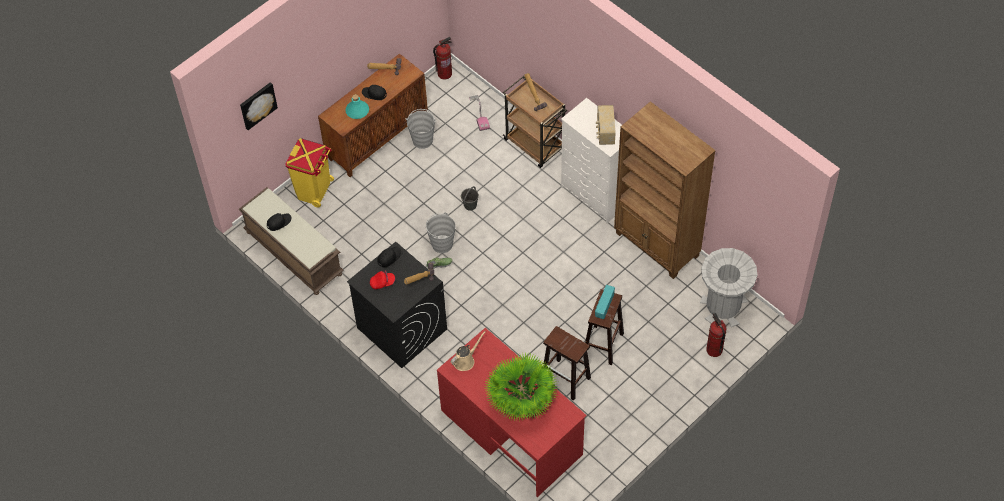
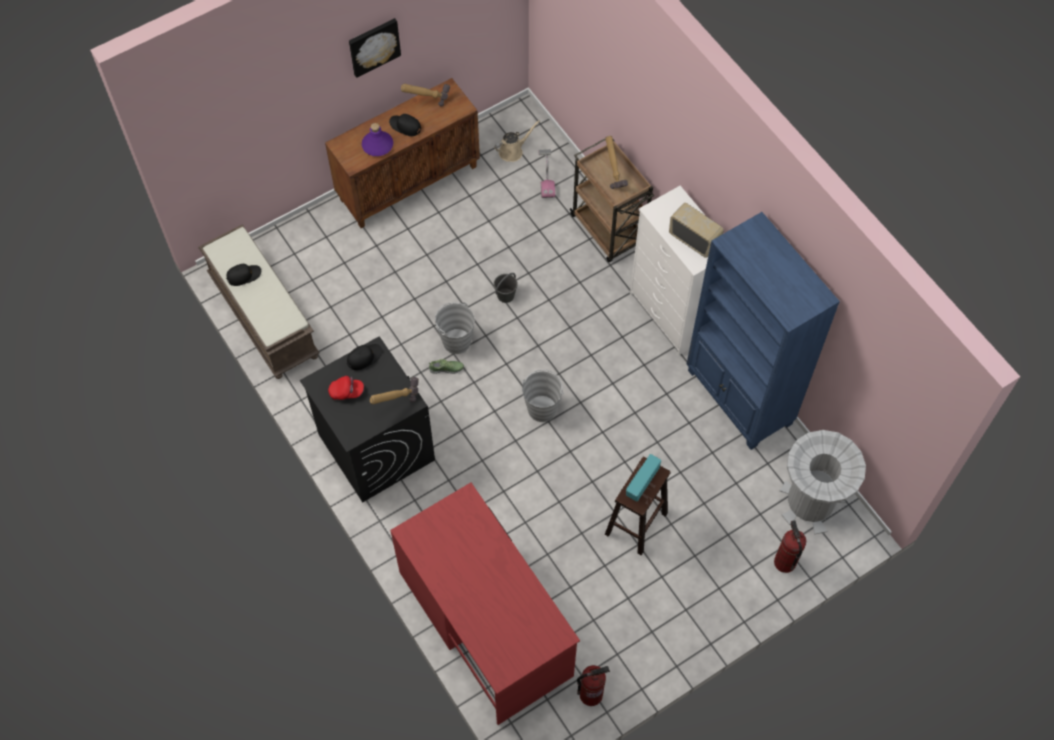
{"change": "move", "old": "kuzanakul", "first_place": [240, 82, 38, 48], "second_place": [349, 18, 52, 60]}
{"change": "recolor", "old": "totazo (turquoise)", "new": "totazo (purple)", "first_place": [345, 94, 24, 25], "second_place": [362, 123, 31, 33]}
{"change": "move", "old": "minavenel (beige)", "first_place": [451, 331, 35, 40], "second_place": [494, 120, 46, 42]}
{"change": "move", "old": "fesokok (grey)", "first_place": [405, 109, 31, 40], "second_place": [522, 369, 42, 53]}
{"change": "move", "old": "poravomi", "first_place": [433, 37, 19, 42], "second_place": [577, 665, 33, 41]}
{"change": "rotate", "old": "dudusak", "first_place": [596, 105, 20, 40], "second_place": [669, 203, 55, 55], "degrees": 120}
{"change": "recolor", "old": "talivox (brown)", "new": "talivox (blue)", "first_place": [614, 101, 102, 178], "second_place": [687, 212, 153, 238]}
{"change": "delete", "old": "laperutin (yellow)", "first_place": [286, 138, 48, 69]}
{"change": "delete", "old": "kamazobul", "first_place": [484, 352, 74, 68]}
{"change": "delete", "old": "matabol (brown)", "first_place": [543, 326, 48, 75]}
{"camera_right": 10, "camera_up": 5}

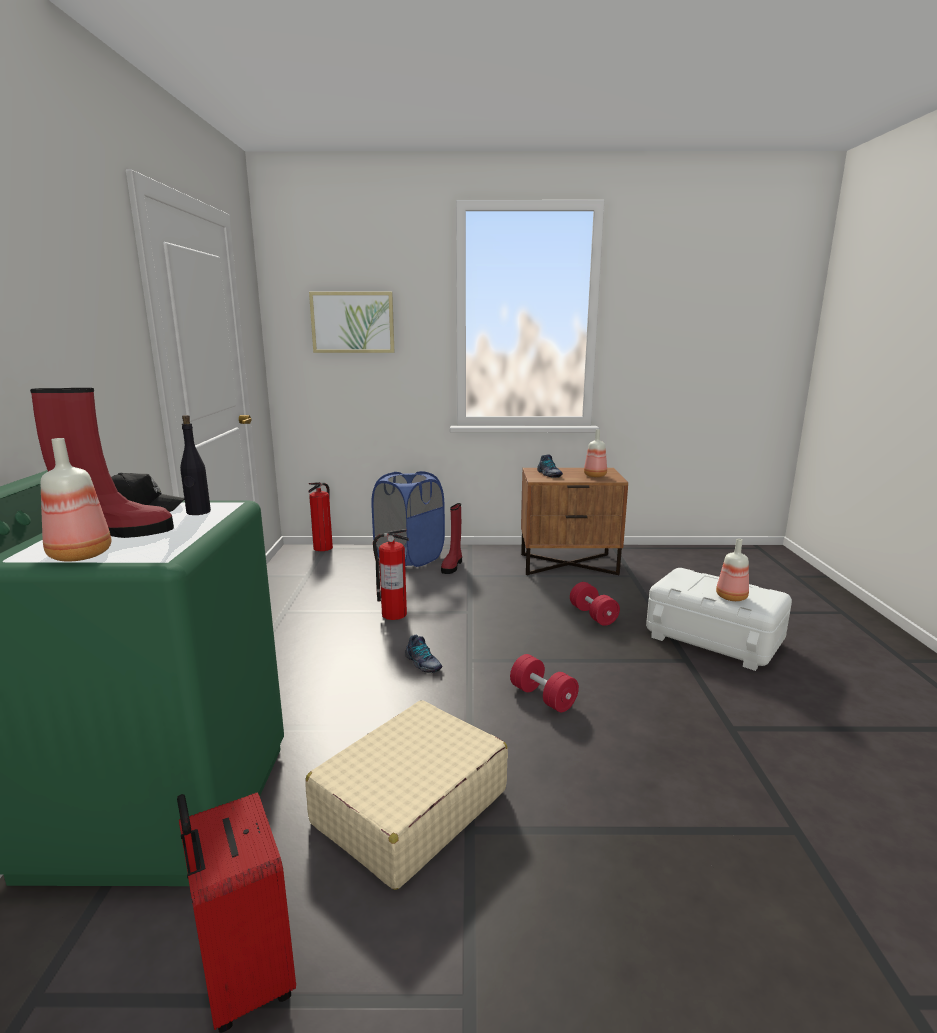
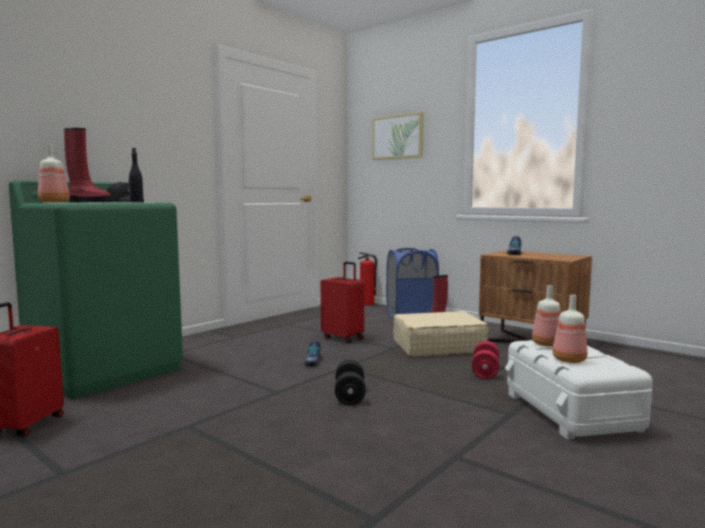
{"change": "replace", "old": "poravomi", "new": "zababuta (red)", "first_place": [373, 529, 36, 91], "second_place": [321, 262, 43, 82]}
{"change": "recolor", "old": "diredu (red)", "new": "diredu (black)", "first_place": [510, 654, 69, 58], "second_place": [335, 359, 31, 46]}
{"change": "move", "old": "zababuta (beige)", "first_place": [305, 700, 203, 190], "second_place": [394, 311, 95, 46]}
{"change": "move", "old": "totazo", "first_place": [584, 429, 23, 48], "second_place": [532, 285, 29, 62]}
{"camera_right": 40, "camera_up": -10}

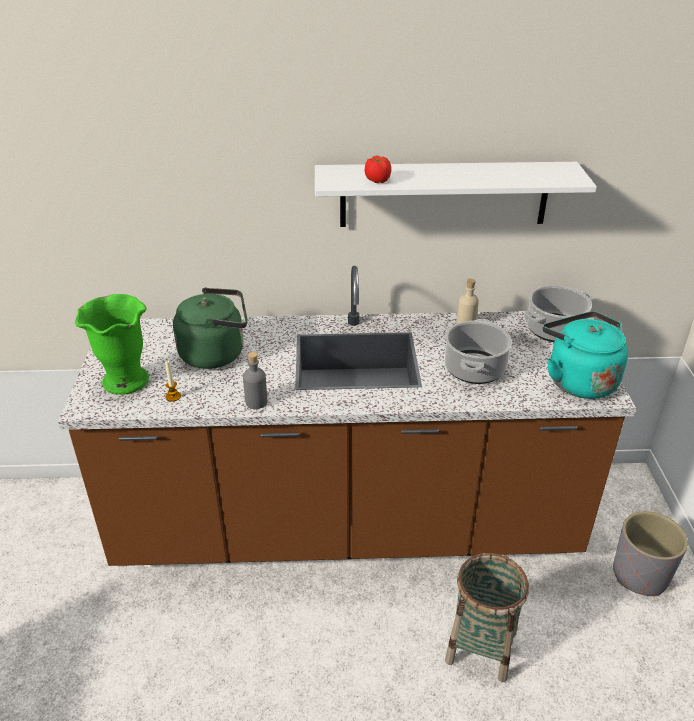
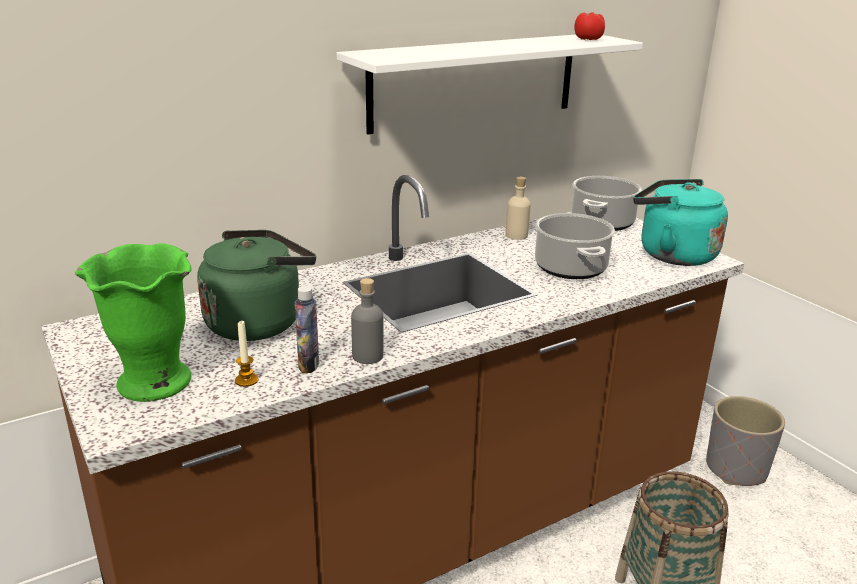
{"change": "insert", "new": "totazo", "second_place": [294, 286, 25, 87]}
{"change": "move", "old": "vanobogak", "first_place": [365, 156, 26, 27], "second_place": [574, 12, 31, 28]}
{"camera_right": -30, "camera_up": -10}

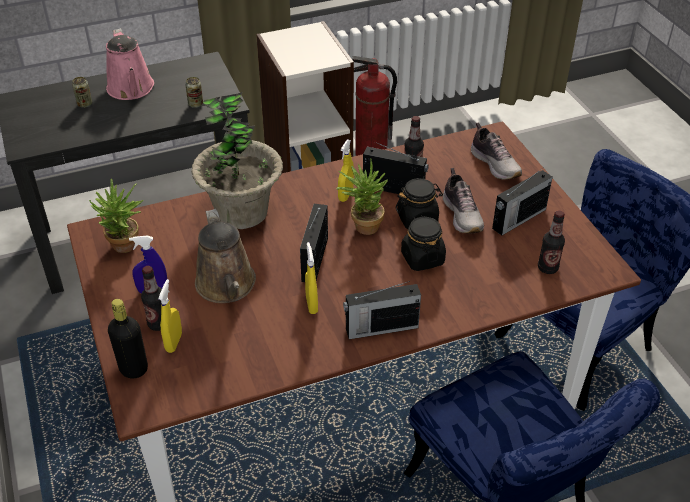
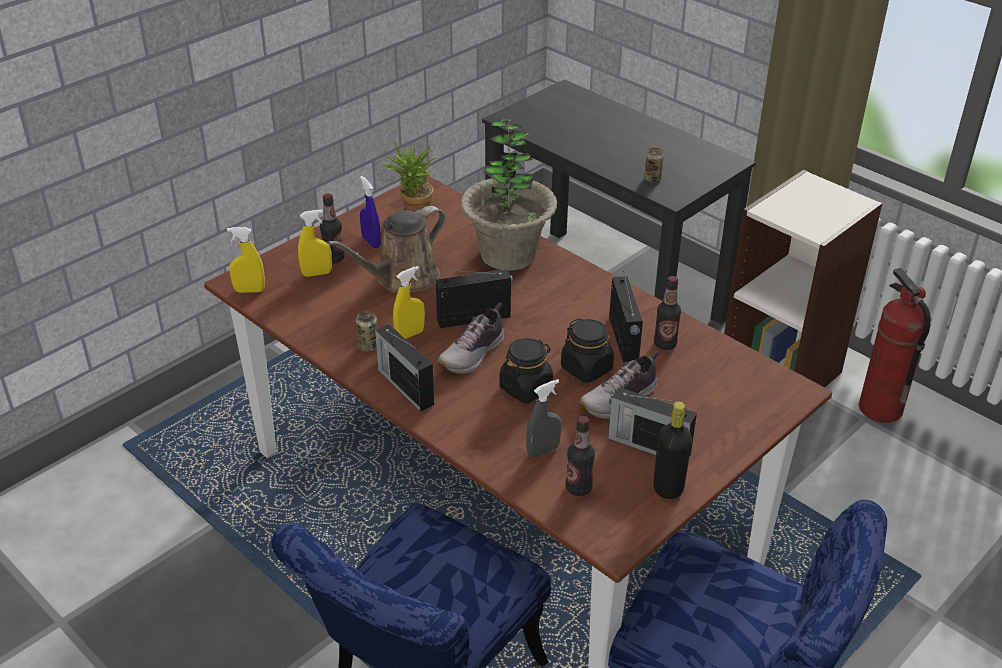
{"change": "move", "old": "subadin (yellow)", "first_place": [338, 139, 16, 63], "second_place": [227, 227, 38, 66]}
{"change": "move", "old": "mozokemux", "first_place": [72, 77, 20, 31], "second_place": [356, 311, 22, 41]}
{"change": "move", "old": "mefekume", "first_place": [471, 122, 51, 58], "second_place": [437, 303, 67, 71]}
{"change": "insert", "new": "subadin (grey)", "second_place": [526, 379, 35, 79]}
{"change": "move", "old": "totazo (black)", "first_place": [108, 299, 40, 80], "second_place": [653, 401, 39, 98]}
{"change": "delete", "old": "minavenel (pink)", "first_place": [106, 28, 48, 72]}
{"change": "delete", "old": "kamazobul", "first_place": [336, 159, 52, 76]}
{"camera_right": 65, "camera_up": -5}

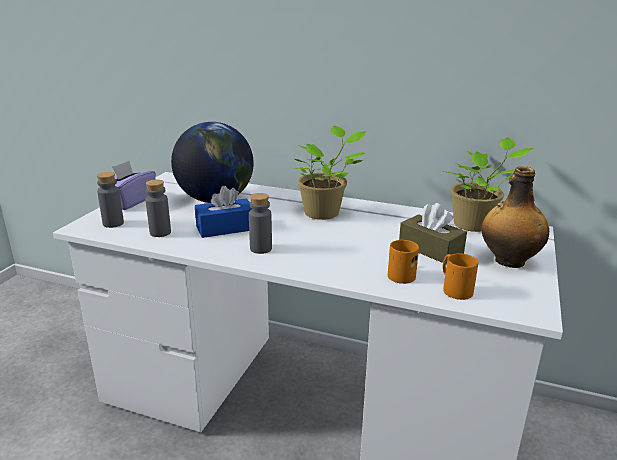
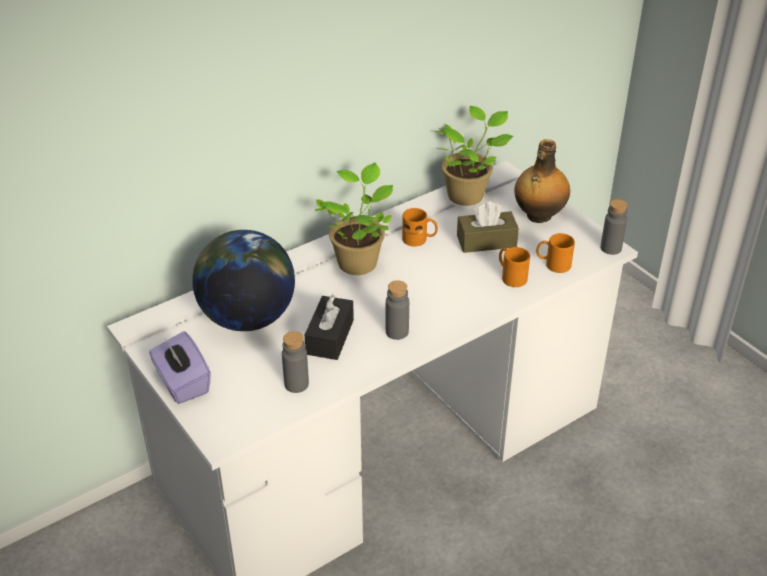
{"change": "recolor", "old": "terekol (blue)", "new": "terekol (black)", "first_place": [195, 186, 57, 52], "second_place": [305, 293, 49, 67]}
{"change": "insert", "new": "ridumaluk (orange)", "second_place": [402, 208, 36, 38]}
{"change": "move", "old": "totazo (grey)", "first_place": [97, 172, 27, 56], "second_place": [601, 199, 27, 56]}
{"camera_right": -55, "camera_up": 15}

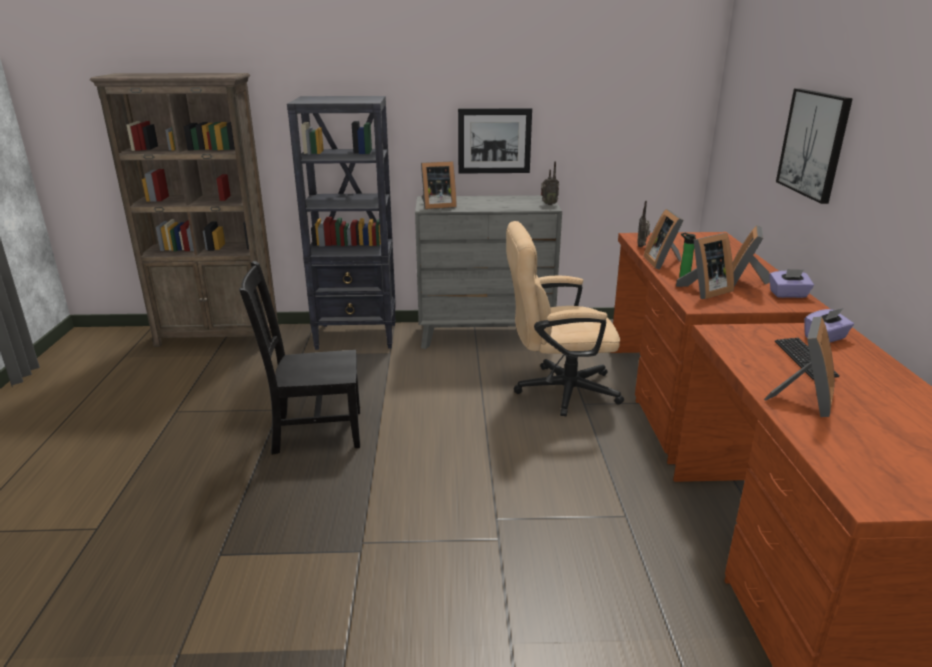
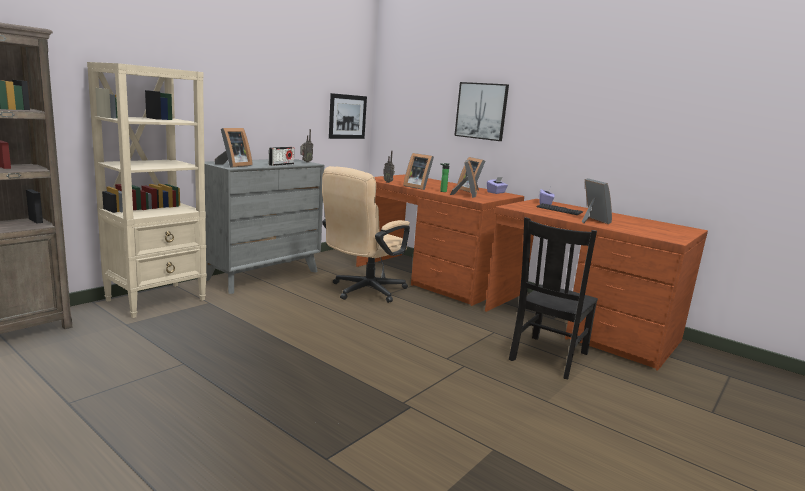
{"change": "recolor", "old": "talivox (black)", "new": "talivox (beige)", "first_place": [287, 96, 109, 254], "second_place": [87, 62, 120, 256]}
{"change": "insert", "new": "dudusak", "second_place": [269, 147, 25, 19]}
{"change": "move", "old": "kuzanakul", "first_place": [458, 108, 74, 66], "second_place": [329, 93, 38, 46]}
{"change": "move", "old": "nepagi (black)", "first_place": [239, 261, 121, 194], "second_place": [509, 217, 89, 162]}
{"camera_right": -50, "camera_up": -10}

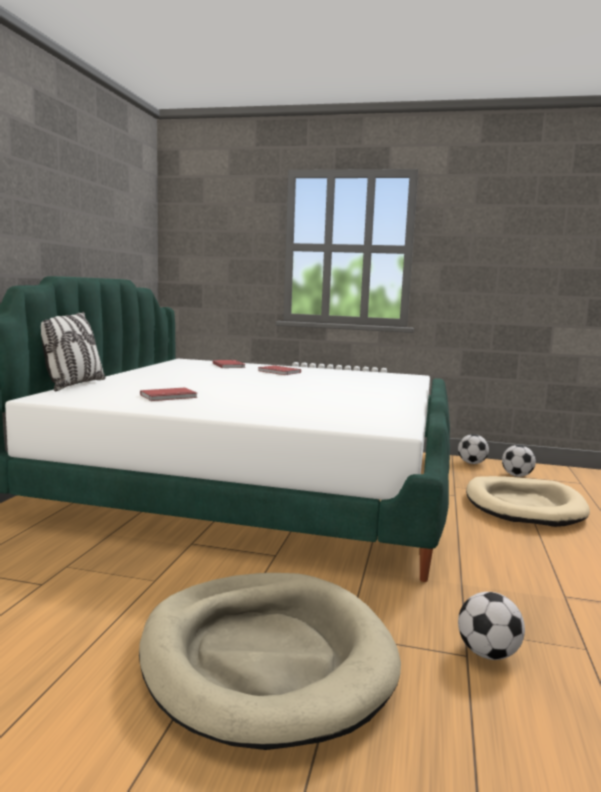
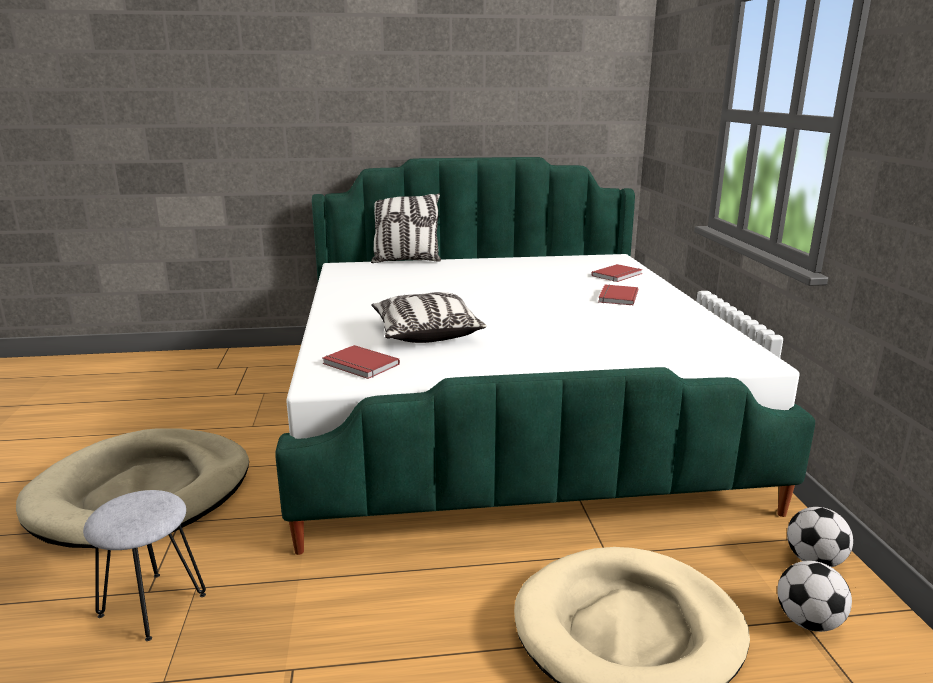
{"change": "replace", "old": "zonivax", "new": "matabol (grey)", "first_place": [458, 592, 67, 68], "second_place": [83, 490, 123, 151]}
{"change": "move", "old": "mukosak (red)", "first_place": [140, 387, 58, 14], "second_place": [323, 345, 77, 34]}
{"change": "insert", "new": "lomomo", "second_place": [372, 292, 114, 51]}
{"camera_right": 70, "camera_up": 10}

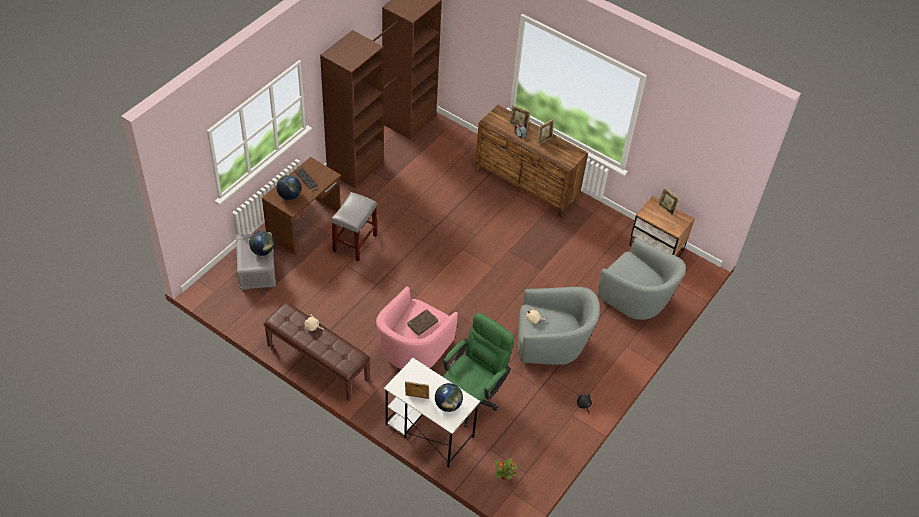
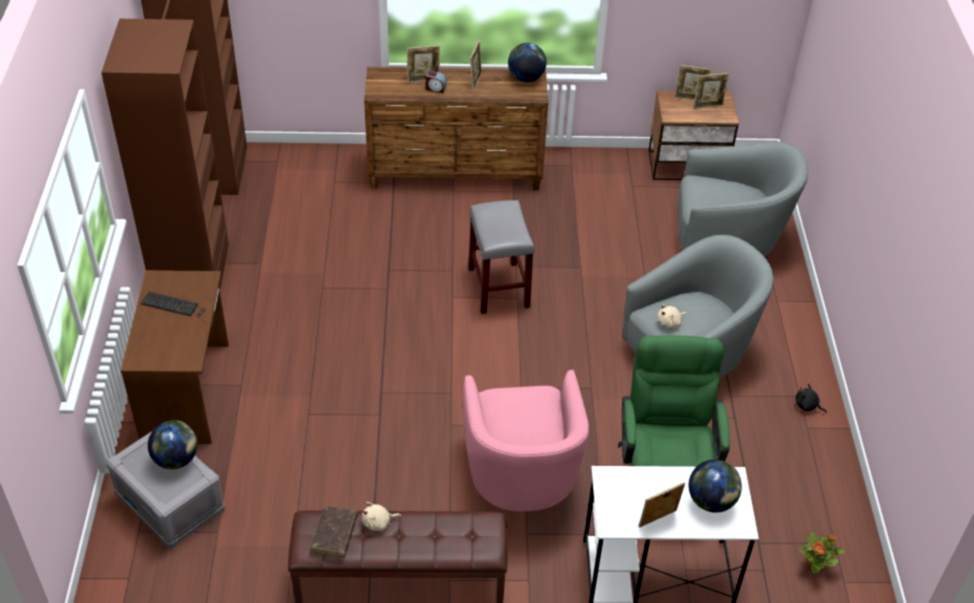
{"change": "move", "old": "mukosak (brown)", "first_place": [407, 309, 31, 27], "second_place": [310, 506, 48, 52]}
{"change": "move", "old": "matabol (grey)", "first_place": [331, 192, 46, 70], "second_place": [469, 200, 65, 114]}
{"change": "move", "old": "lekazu", "first_place": [277, 175, 24, 25], "second_place": [508, 43, 39, 39]}
{"change": "insert", "new": "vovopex", "second_place": [693, 73, 36, 36]}
{"camera_right": -35, "camera_up": -5}

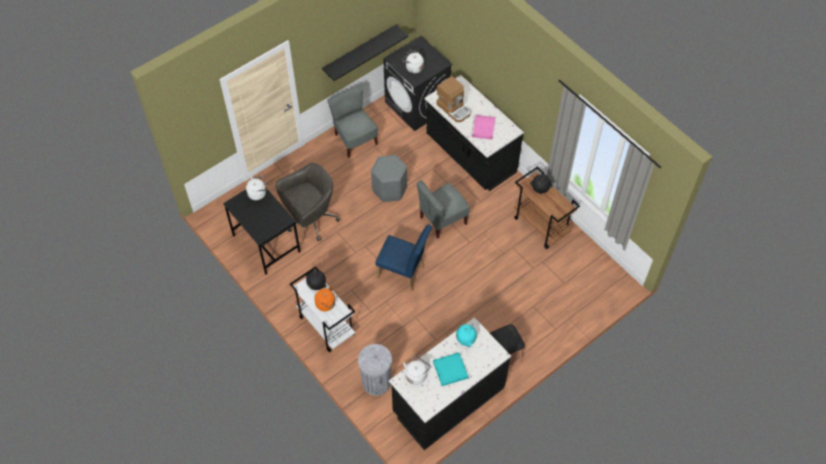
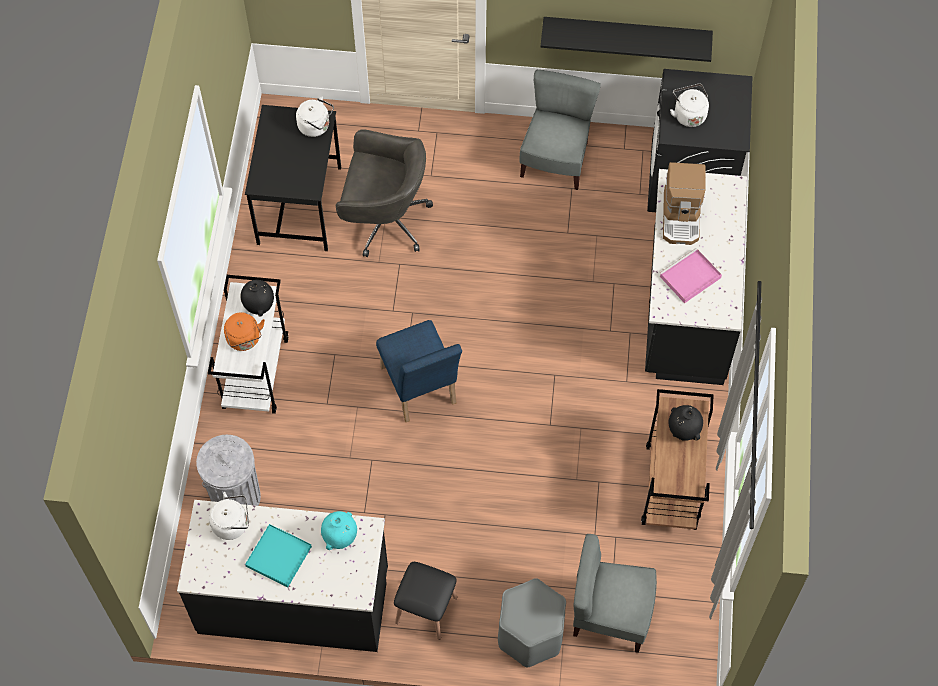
{"change": "move", "old": "matabol (grey)", "first_place": [371, 155, 36, 47], "second_place": [498, 578, 68, 89]}
{"change": "move", "old": "nepagi (grey)", "first_place": [417, 180, 53, 59], "second_place": [573, 534, 84, 119]}
{"camera_right": 45, "camera_up": 5}

